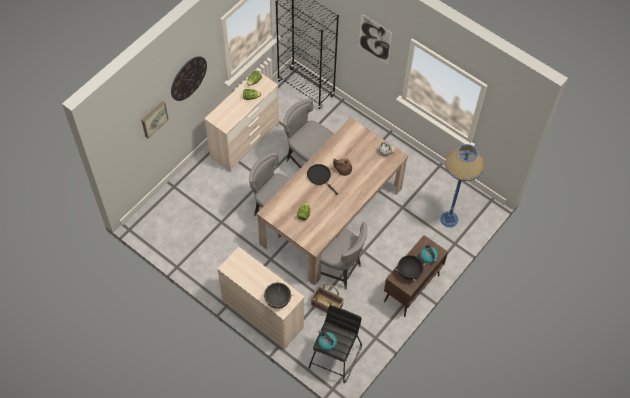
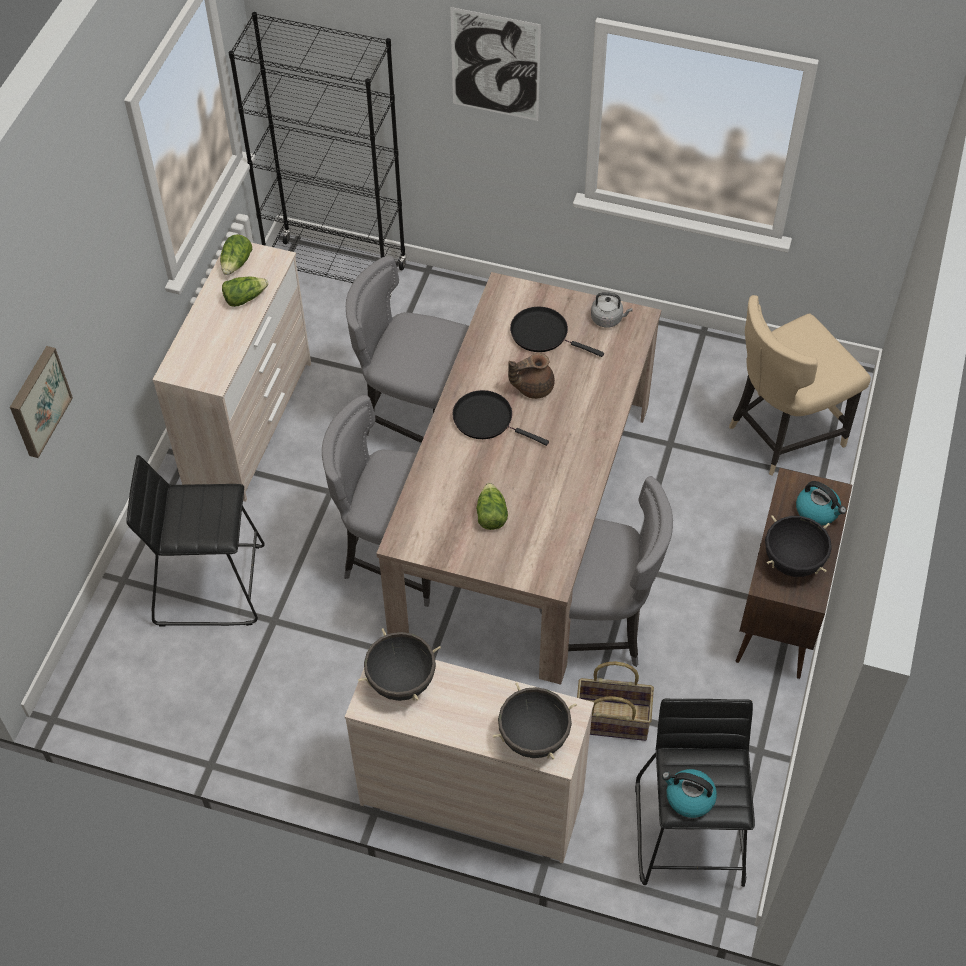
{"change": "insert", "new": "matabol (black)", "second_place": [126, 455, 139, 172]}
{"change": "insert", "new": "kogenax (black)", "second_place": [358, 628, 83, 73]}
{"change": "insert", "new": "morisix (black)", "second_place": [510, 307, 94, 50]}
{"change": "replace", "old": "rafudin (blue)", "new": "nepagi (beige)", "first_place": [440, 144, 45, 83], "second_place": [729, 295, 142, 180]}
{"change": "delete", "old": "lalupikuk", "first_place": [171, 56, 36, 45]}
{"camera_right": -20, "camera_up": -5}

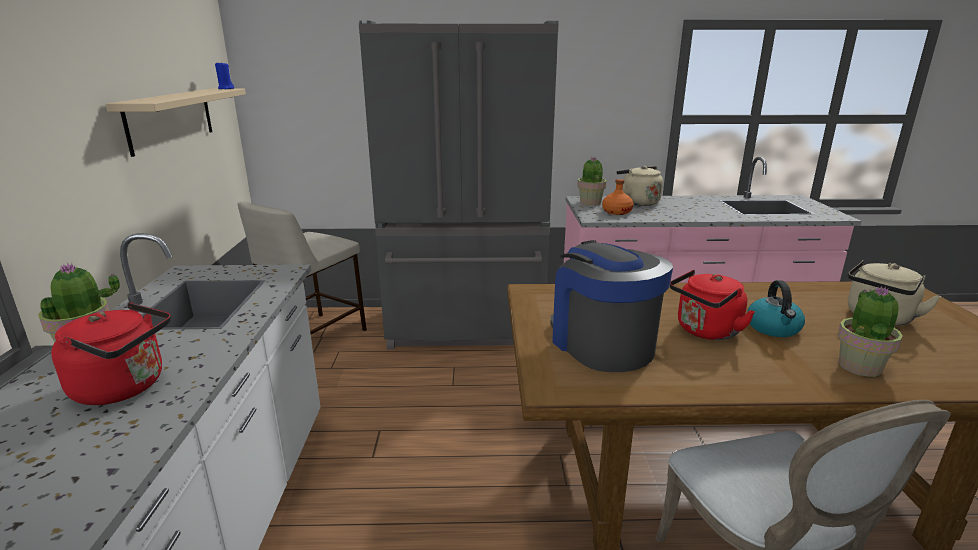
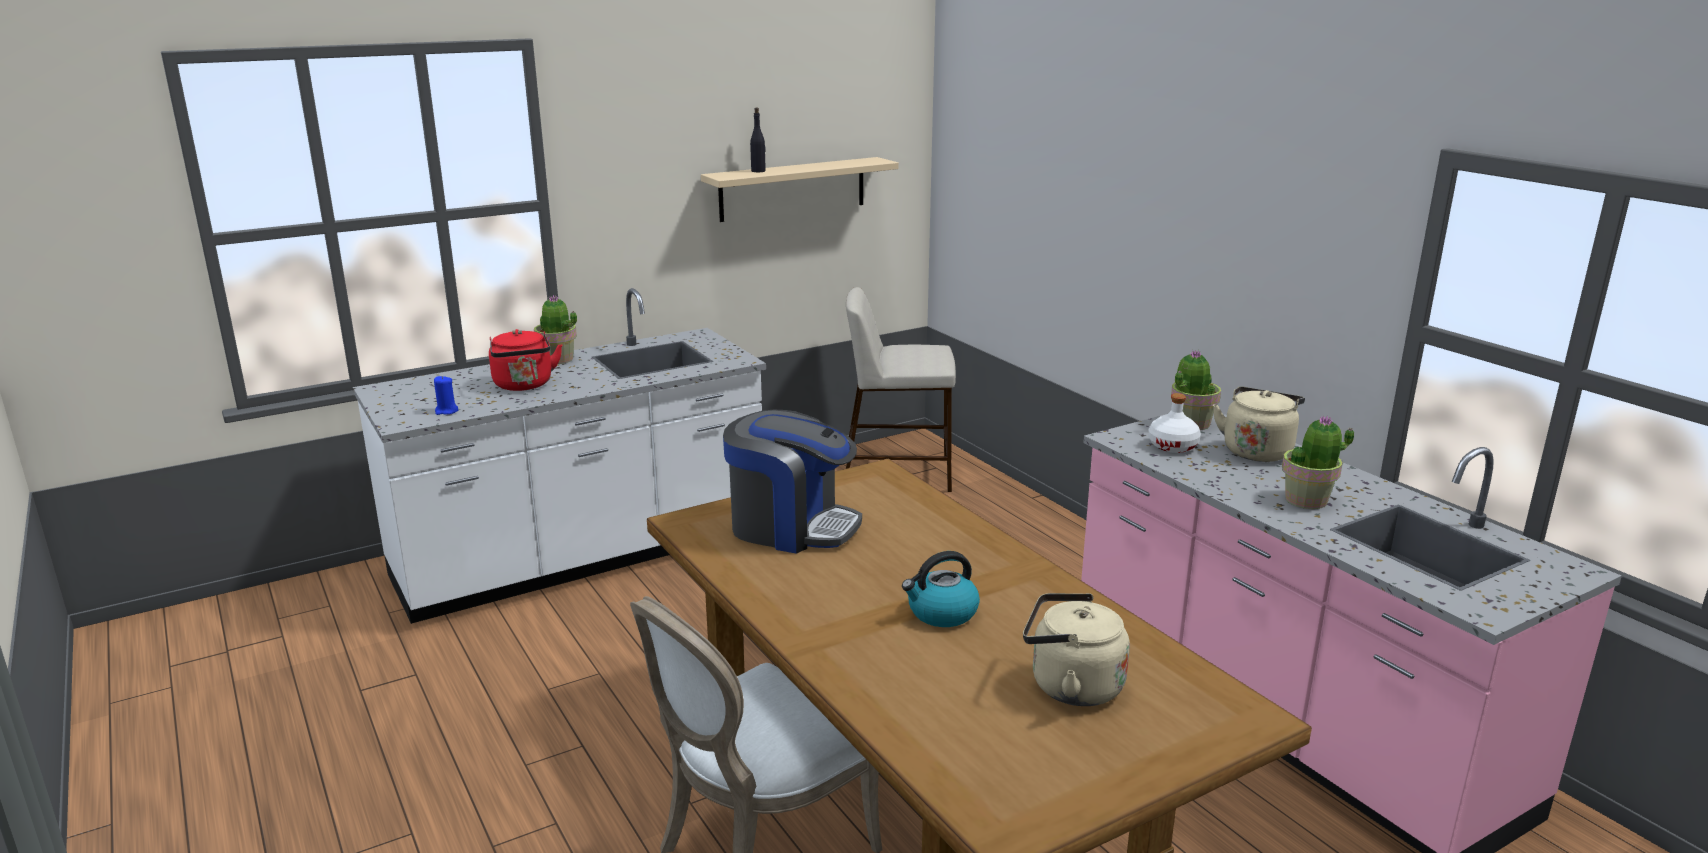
{"change": "move", "old": "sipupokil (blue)", "first_place": [215, 61, 19, 28], "second_place": [434, 376, 24, 39]}
{"change": "rotate", "old": "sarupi", "first_place": [551, 240, 122, 132], "second_place": [723, 410, 139, 144], "degrees": 75}
{"change": "insert", "new": "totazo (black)", "second_place": [750, 107, 16, 65]}
{"change": "recolor", "old": "totazo (orange)", "new": "totazo (white)", "first_place": [602, 179, 32, 36], "second_place": [1148, 393, 53, 60]}
{"change": "move", "old": "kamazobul", "first_place": [838, 286, 65, 91], "second_place": [1282, 415, 72, 94]}
{"change": "delete", "old": "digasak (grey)", "first_place": [359, 21, 200, 329]}
{"change": "delete", "old": "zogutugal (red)", "first_place": [670, 270, 85, 70]}
{"camera_right": 60, "camera_up": 0}

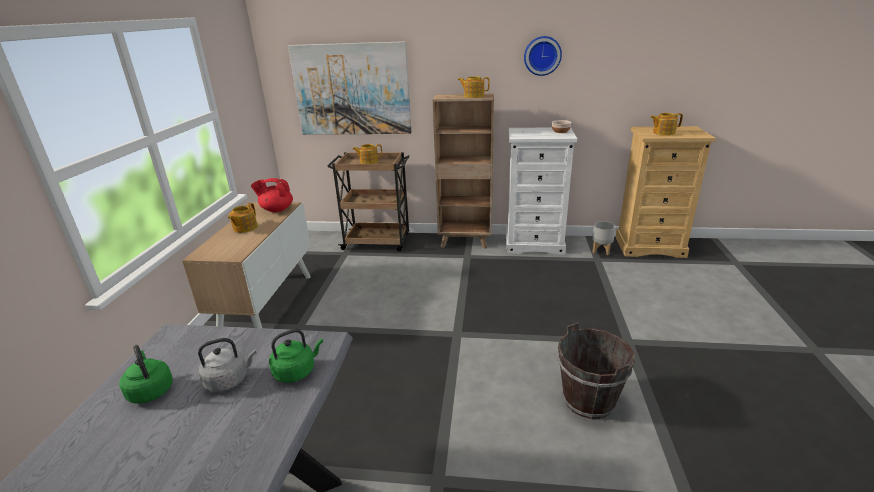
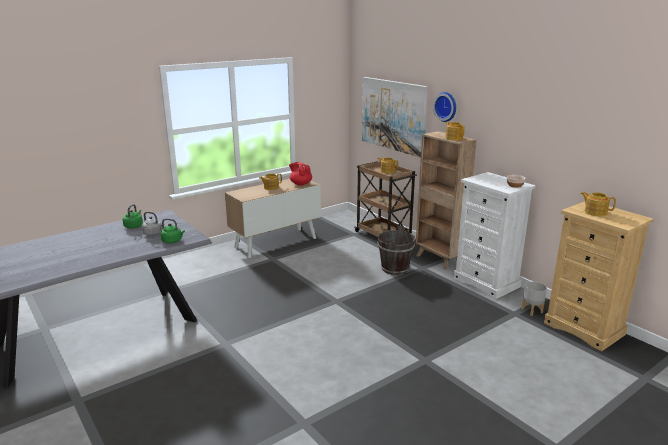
{"change": "move", "old": "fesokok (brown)", "first_place": [558, 322, 77, 97], "second_place": [377, 226, 39, 49]}
{"change": "move", "old": "lalupikuk", "first_place": [524, 36, 38, 40], "second_place": [433, 92, 23, 30]}
{"camera_right": 45, "camera_up": -5}

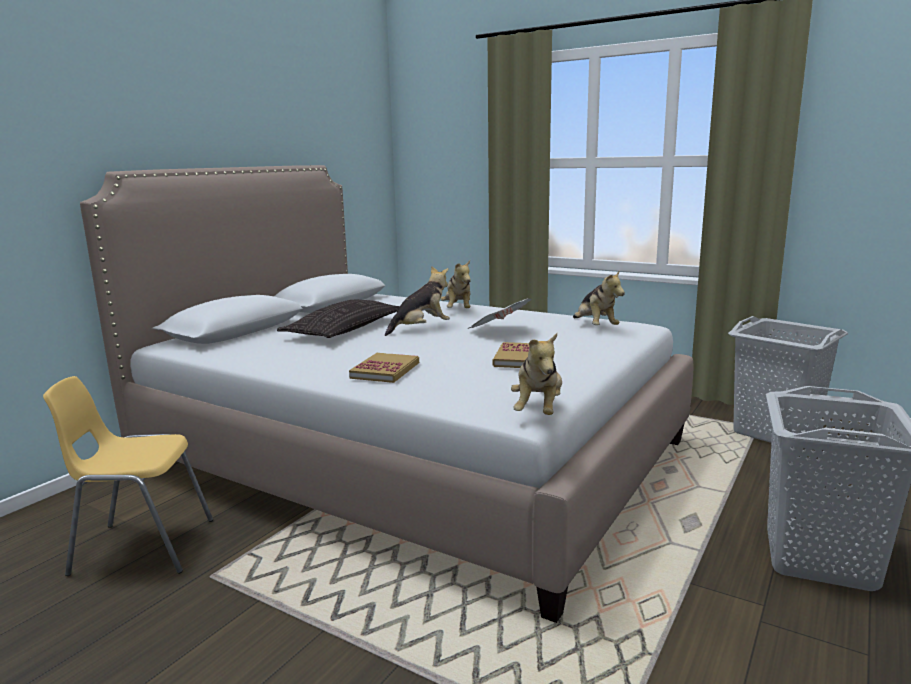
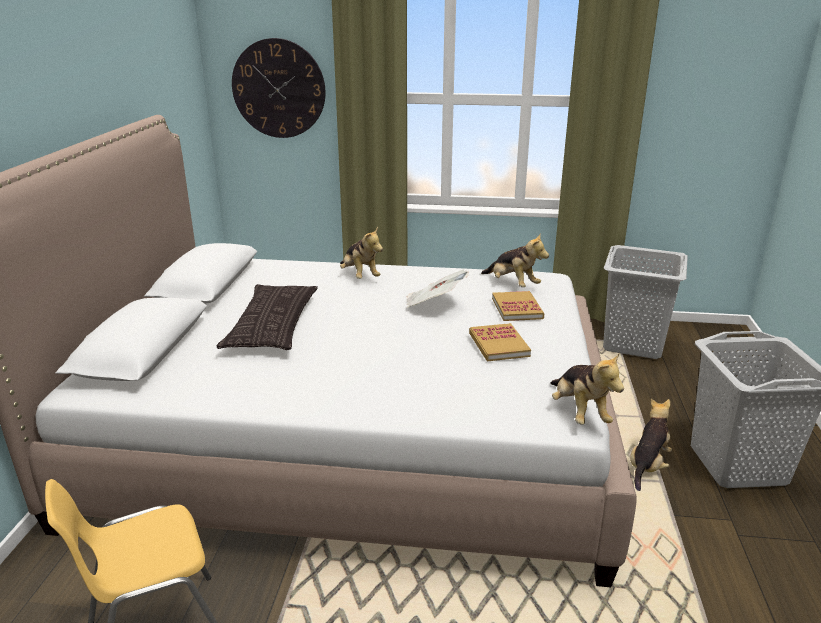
{"change": "insert", "new": "lalupikuk", "second_place": [232, 38, 94, 100]}
{"change": "move", "old": "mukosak", "first_place": [349, 353, 70, 30], "second_place": [492, 291, 52, 30]}
{"change": "move", "old": "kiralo", "first_place": [385, 266, 65, 70], "second_place": [630, 399, 42, 92]}
{"camera_right": -25, "camera_up": 10}

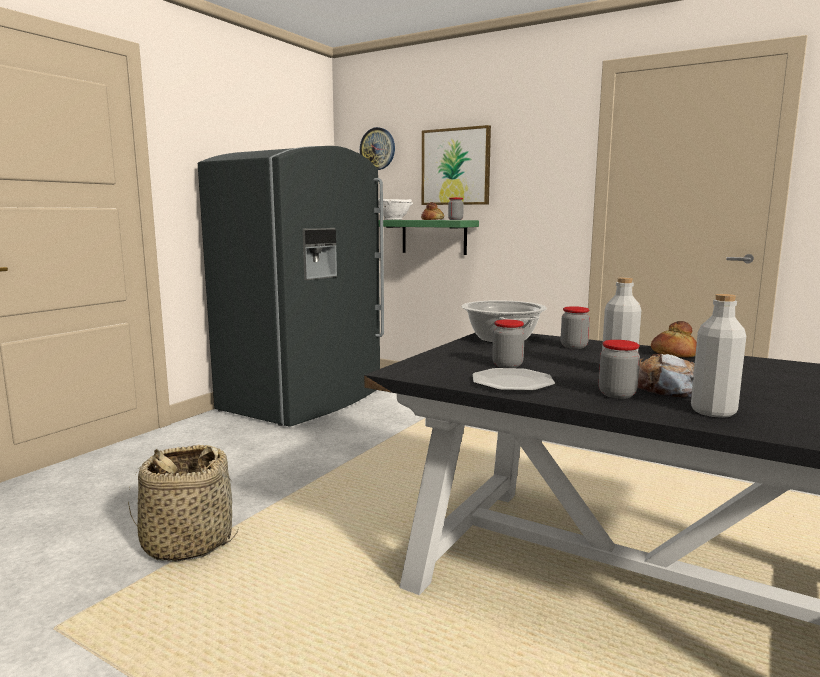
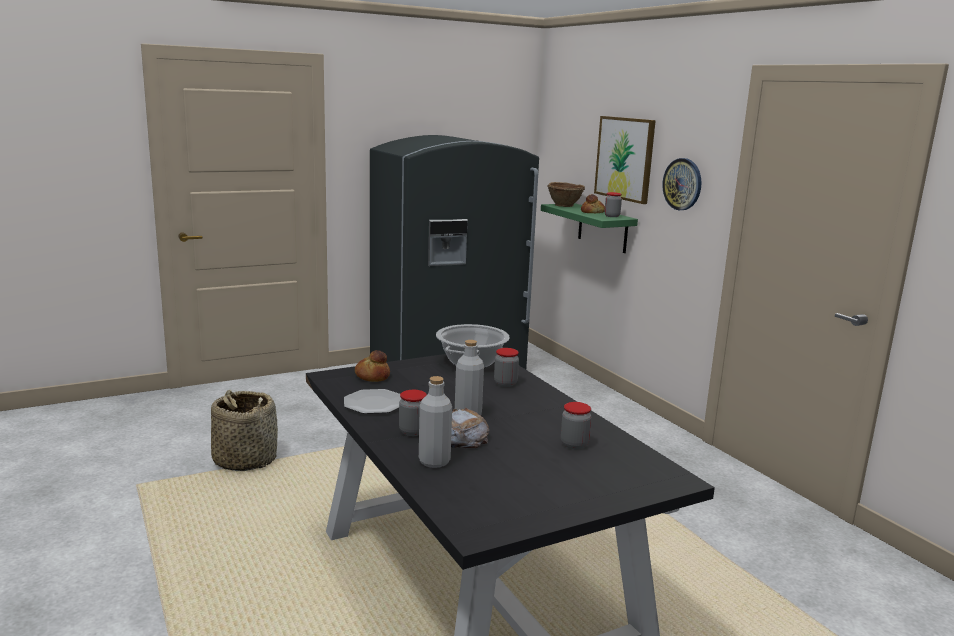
{"change": "move", "old": "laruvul", "first_place": [651, 321, 46, 36], "second_place": [355, 350, 35, 32]}
{"change": "recolor", "old": "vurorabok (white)", "new": "vurorabok (brown)", "first_place": [378, 198, 35, 22], "second_place": [547, 182, 38, 25]}
{"change": "move", "old": "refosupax", "first_place": [492, 320, 33, 48], "second_place": [561, 402, 30, 47]}
{"change": "move", "old": "lalupikuk", "first_place": [360, 127, 35, 43], "second_place": [662, 158, 39, 52]}
{"camera_right": 30, "camera_up": 5}

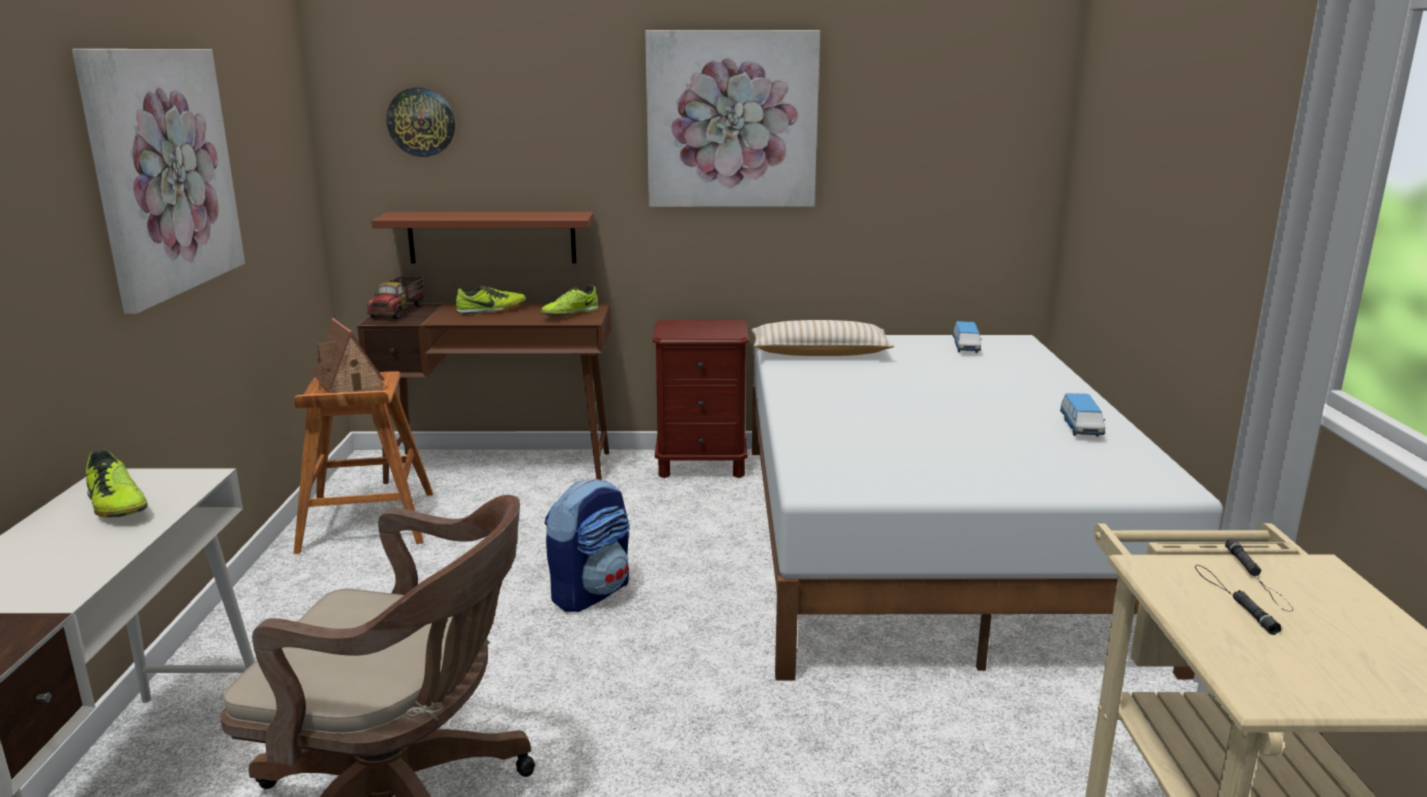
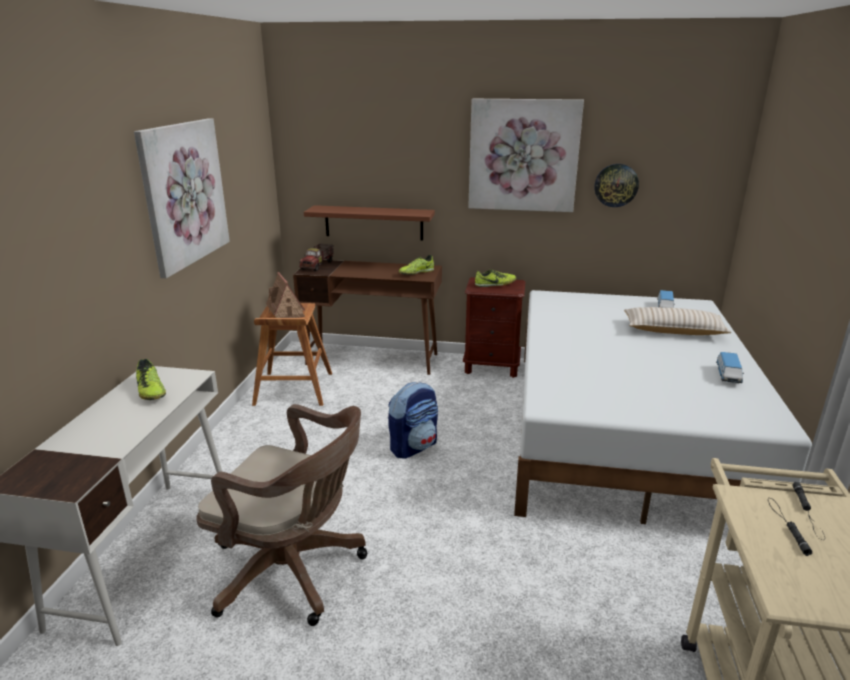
{"change": "move", "old": "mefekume", "first_place": [456, 285, 70, 29], "second_place": [475, 269, 41, 18]}
{"change": "move", "old": "lalupikuk", "first_place": [387, 87, 68, 70], "second_place": [594, 164, 45, 43]}
{"change": "move", "old": "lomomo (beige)", "first_place": [751, 320, 143, 36], "second_place": [624, 307, 107, 28]}
{"camera_right": 10, "camera_up": 5}

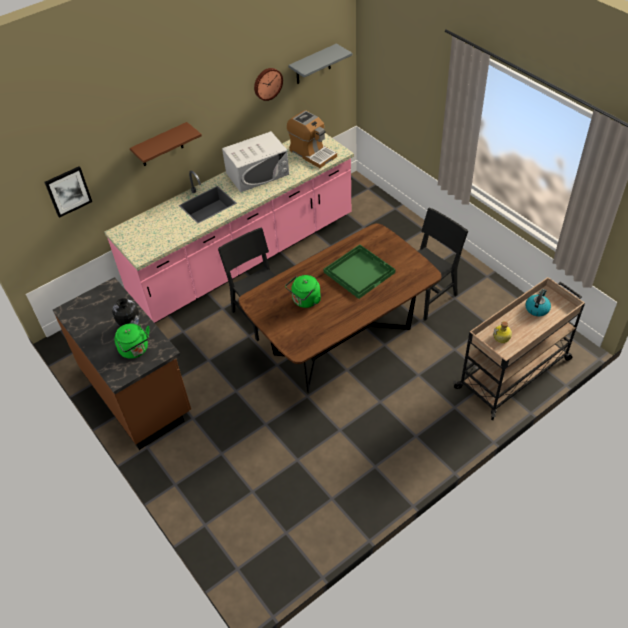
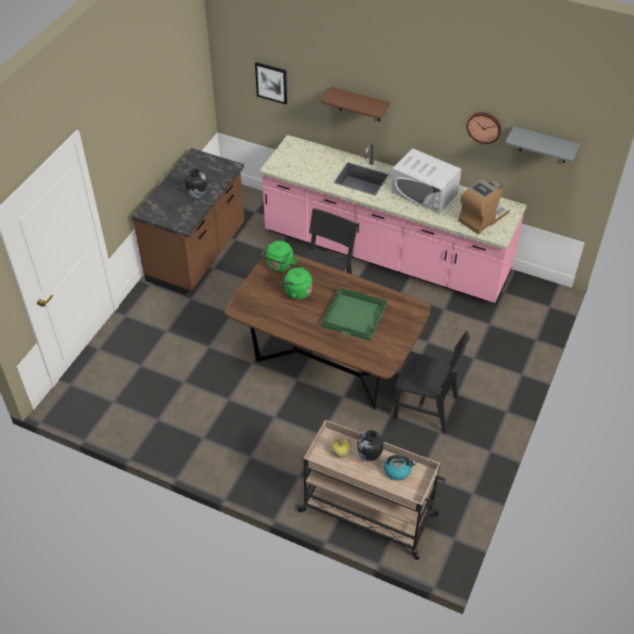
{"change": "move", "old": "zogutugal (green)", "first_place": [114, 323, 36, 36], "second_place": [262, 241, 36, 31]}
{"change": "insert", "new": "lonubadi", "second_place": [357, 430, 27, 32]}
{"change": "rotate", "old": "sarupi", "first_place": [287, 111, 50, 57], "second_place": [458, 179, 52, 55], "degrees": -150}
{"camera_right": 60, "camera_up": 0}

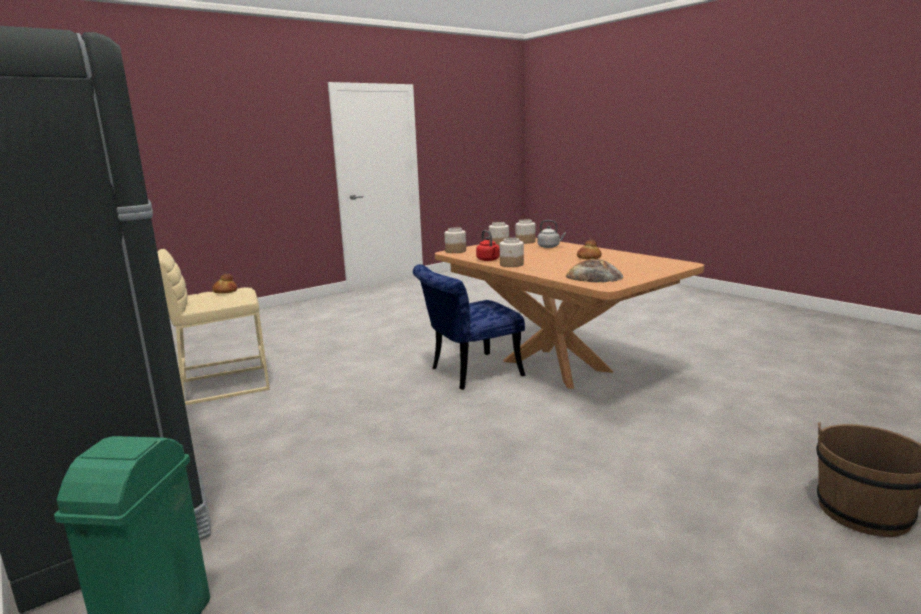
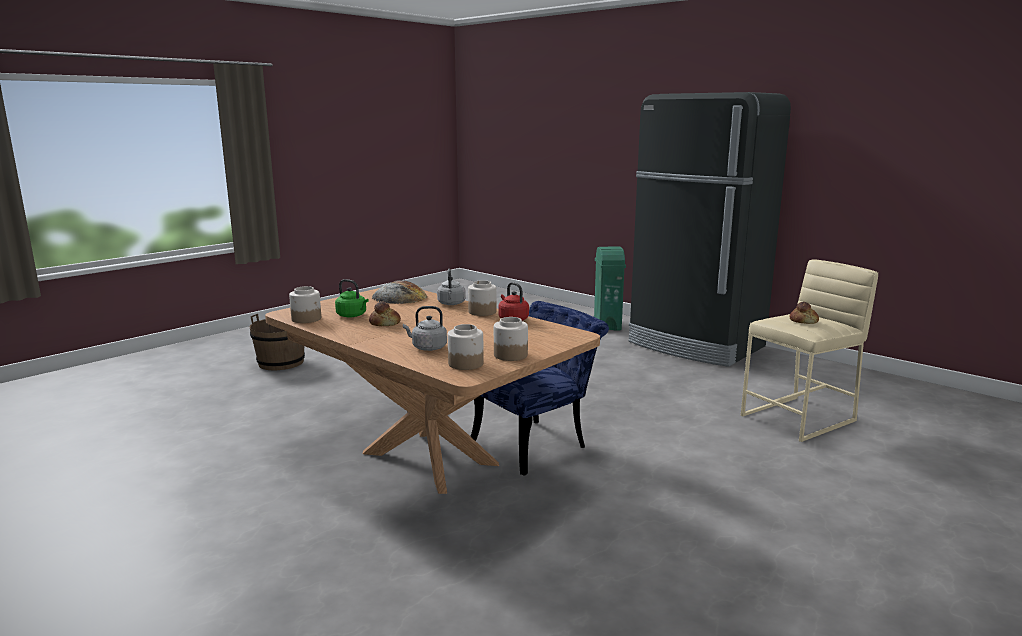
{"change": "move", "old": "refosupax", "first_place": [445, 227, 21, 26], "second_place": [289, 286, 32, 37]}
{"change": "insert", "new": "zogutugal (green)", "second_place": [335, 279, 34, 38]}
{"change": "insert", "new": "zogutugal (grey)", "second_place": [437, 269, 29, 36]}
{"camera_right": 170, "camera_up": 0}

